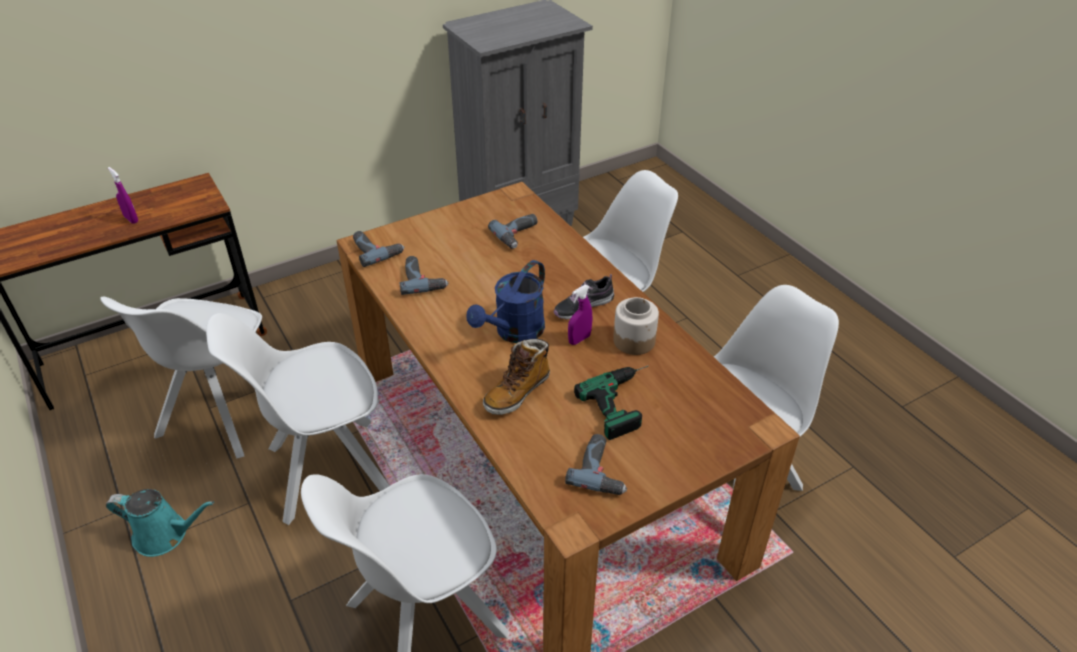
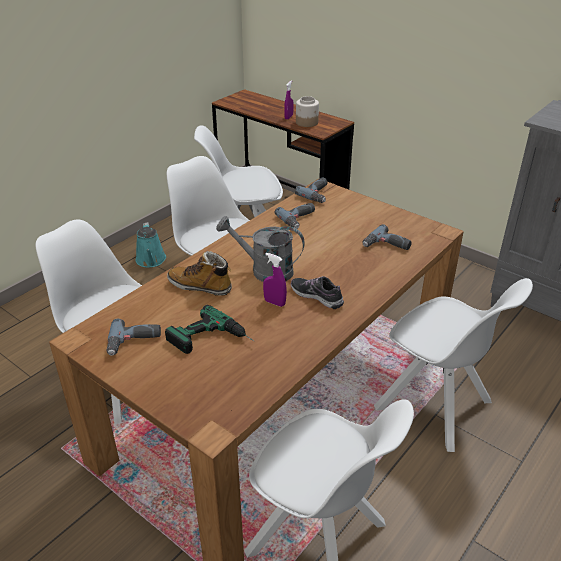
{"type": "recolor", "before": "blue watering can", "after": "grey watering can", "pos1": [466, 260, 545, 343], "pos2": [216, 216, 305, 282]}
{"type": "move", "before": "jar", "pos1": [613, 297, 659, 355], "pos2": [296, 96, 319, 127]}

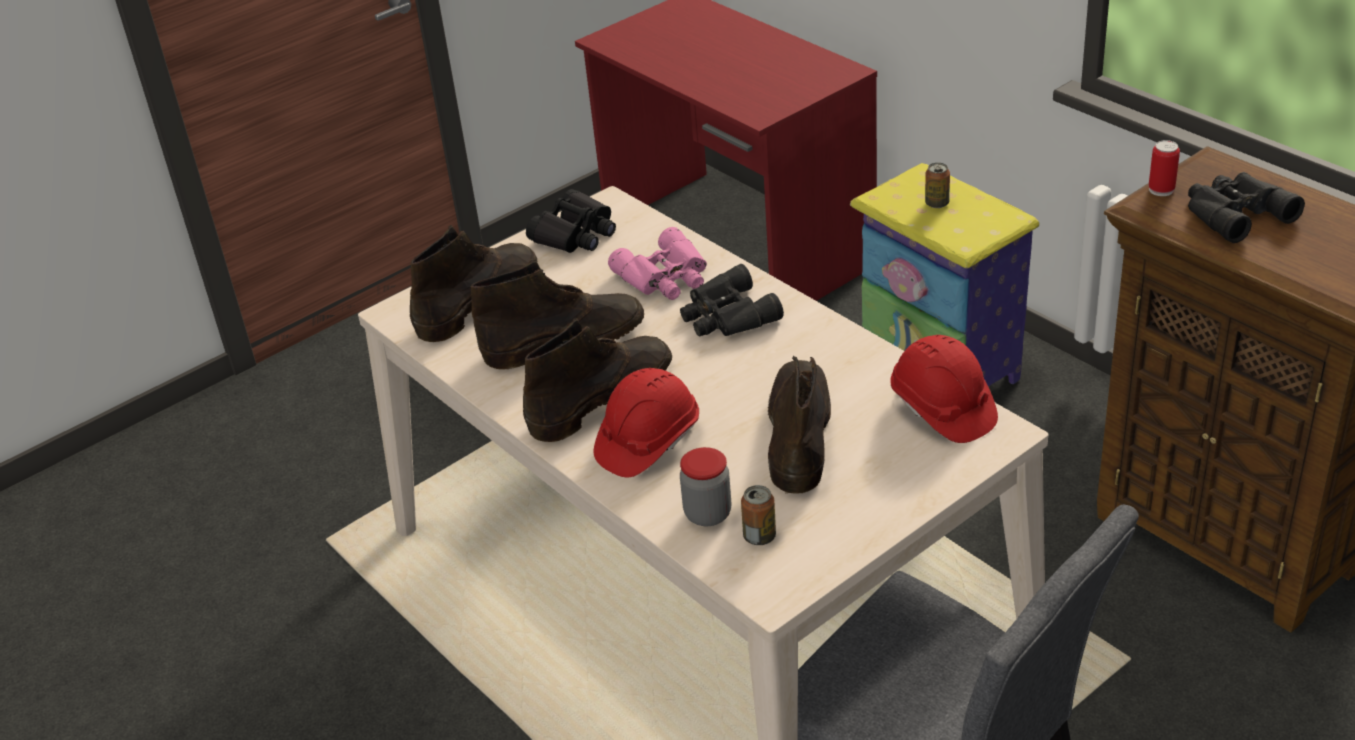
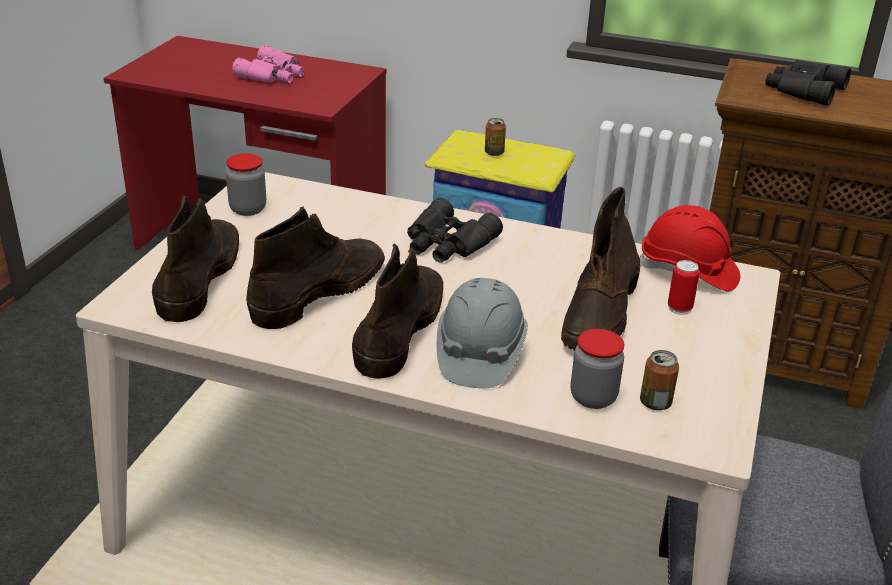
{"type": "replace", "before": "black binoculars", "after": "jar", "pos1": [526, 189, 616, 253], "pos2": [226, 153, 266, 216]}
{"type": "move", "before": "pink binoculars", "pos1": [608, 227, 707, 300], "pos2": [232, 45, 304, 83]}
{"type": "recolor", "before": "red hard hat", "after": "grey hard hat", "pos1": [594, 368, 699, 477], "pos2": [437, 278, 528, 388]}
{"type": "rotate", "before": "brown boot", "pos1": [768, 356, 831, 494], "pos2": [561, 187, 641, 351], "turn": -135}
{"type": "move", "before": "can", "pos1": [1149, 140, 1180, 196], "pos2": [668, 260, 700, 315]}

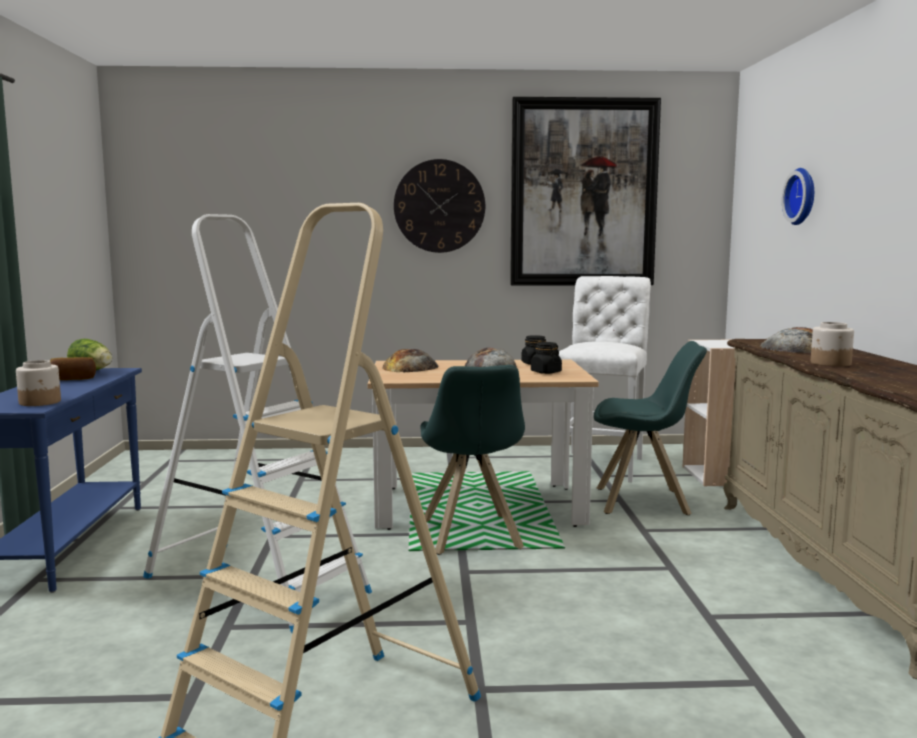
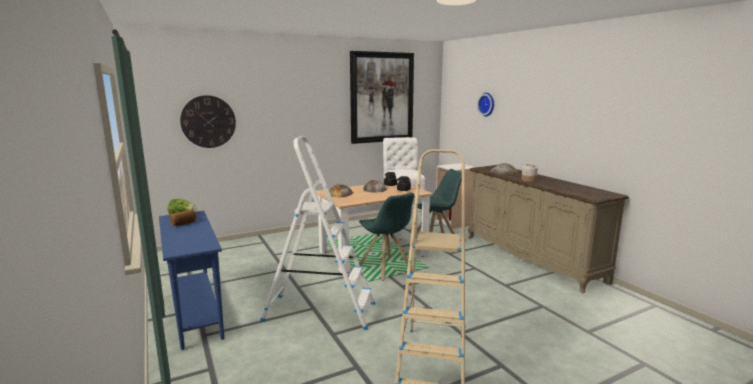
{"type": "move", "before": "wall clock", "pos1": [394, 159, 485, 253], "pos2": [180, 95, 236, 148]}
{"type": "delete", "before": "jar", "pos1": [16, 360, 61, 406]}

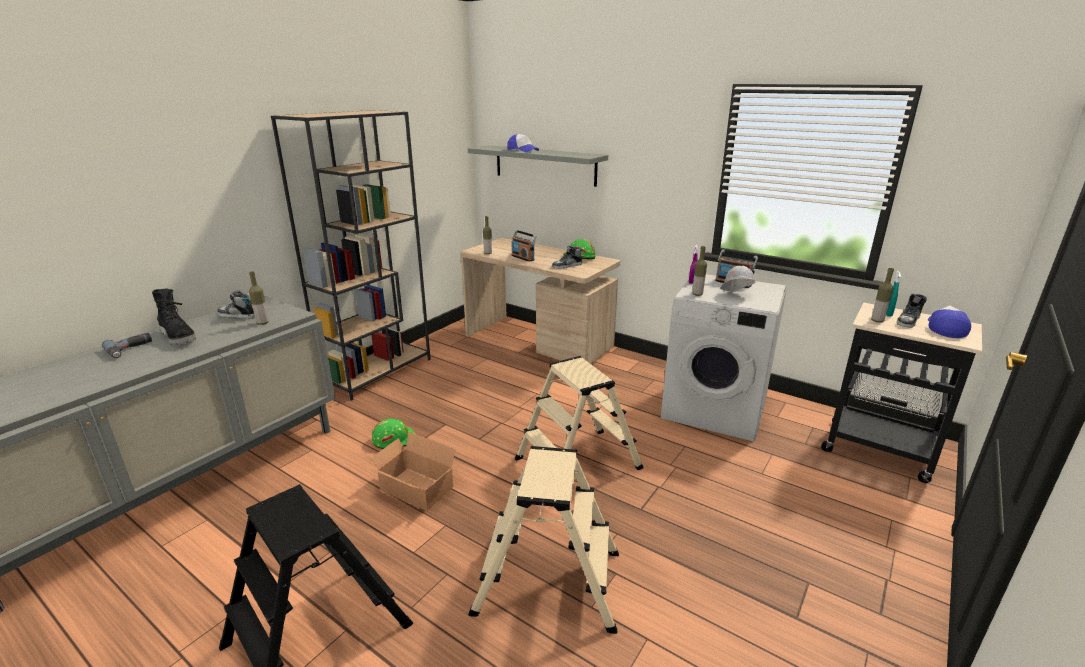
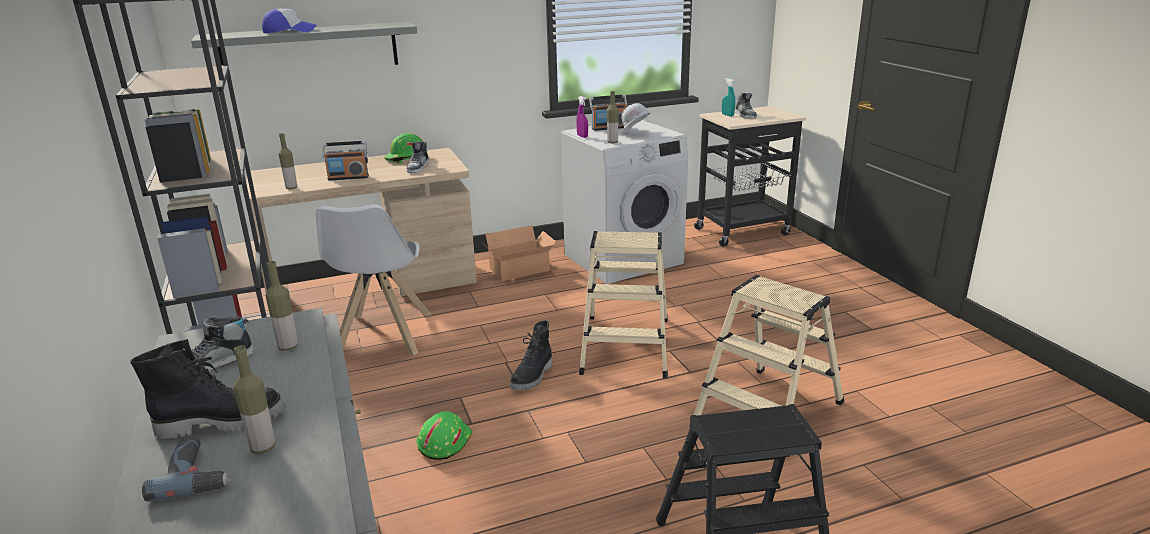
{"type": "move", "before": "bottle", "pos1": [871, 268, 894, 323], "pos2": [234, 345, 275, 454]}
{"type": "insert", "after": "chair", "pos2": [316, 204, 432, 355]}
{"type": "move", "before": "cardboard box", "pos1": [367, 432, 459, 511], "pos2": [482, 225, 556, 281]}
{"type": "insert", "after": "black boot", "pos2": [510, 320, 552, 391]}
{"type": "delete", "before": "cap", "pos1": [928, 305, 971, 338]}

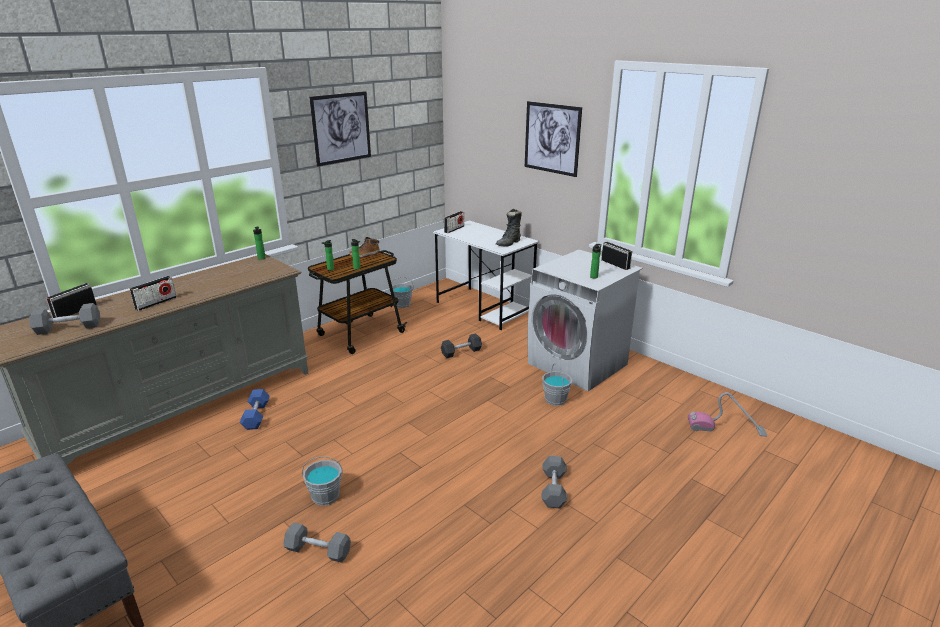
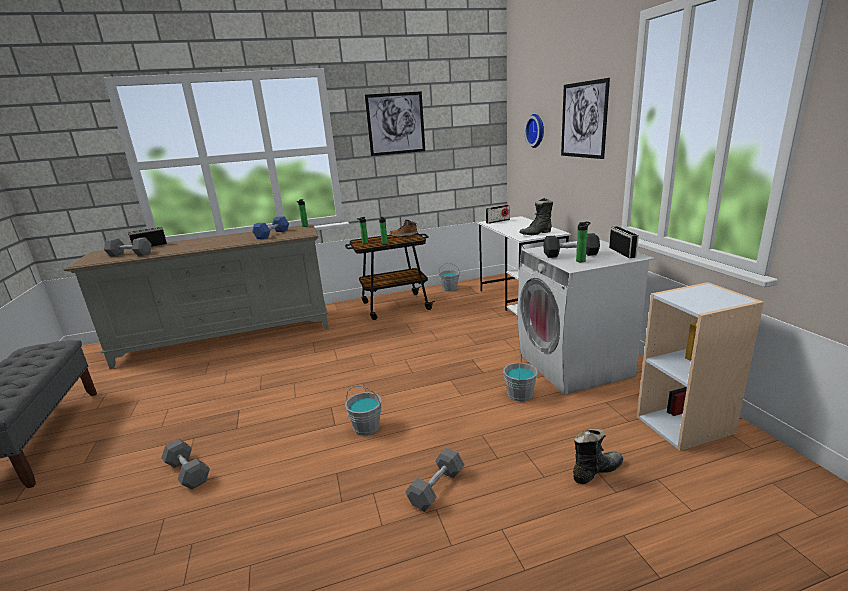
{"type": "move", "before": "blue dumbbell", "pos1": [240, 389, 270, 430], "pos2": [252, 216, 289, 239]}
{"type": "move", "before": "grey bucket", "pos1": [302, 457, 343, 506], "pos2": [345, 386, 382, 436]}
{"type": "insert", "after": "wall clock", "pos2": [524, 114, 544, 148]}
{"type": "move", "before": "grey dumbbell", "pos1": [441, 333, 482, 358], "pos2": [543, 233, 600, 258]}
{"type": "insert", "after": "black boot", "pos2": [573, 429, 623, 484]}
{"type": "insert", "after": "bookcase", "pos2": [637, 282, 764, 451]}
{"type": "delete", "before": "radio", "pos1": [130, 276, 177, 311]}
{"type": "delete", "before": "vacuum cleaner", "pos1": [688, 392, 767, 437]}

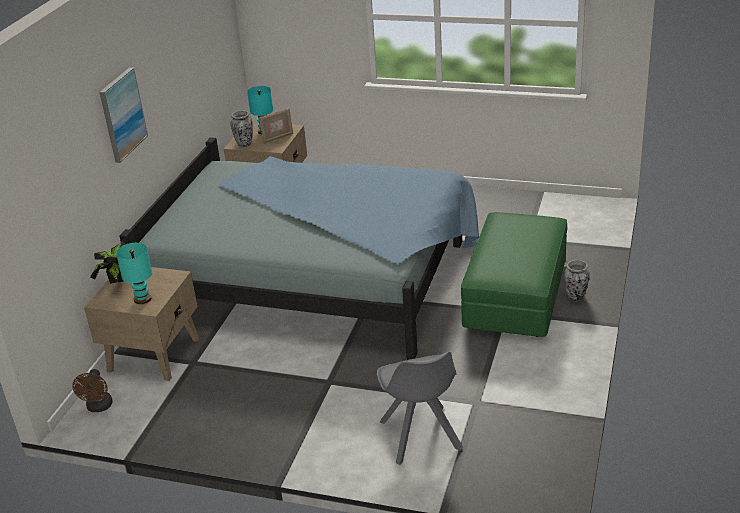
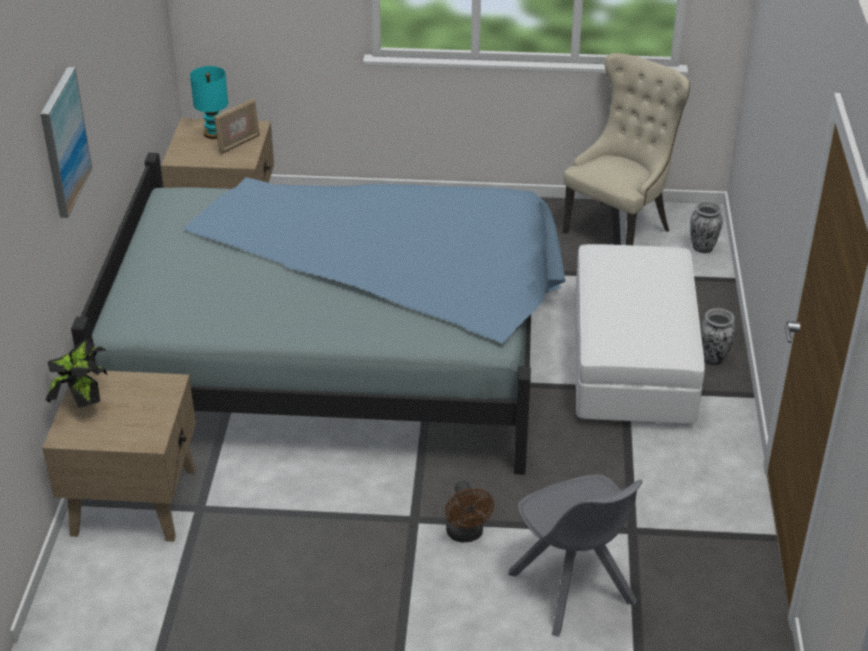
{"type": "move", "before": "brown fan", "pos1": [72, 369, 113, 412], "pos2": [445, 481, 494, 543]}
{"type": "insert", "after": "beige chair", "pos2": [563, 53, 690, 245]}
{"type": "recolor", "before": "green ottoman", "after": "white ottoman", "pos1": [461, 212, 567, 337], "pos2": [575, 244, 705, 424]}
{"type": "move", "before": "vase", "pos1": [230, 110, 253, 147], "pos2": [690, 201, 723, 253]}
{"type": "delete", "before": "turquoise table lamp", "pos1": [116, 243, 152, 304]}

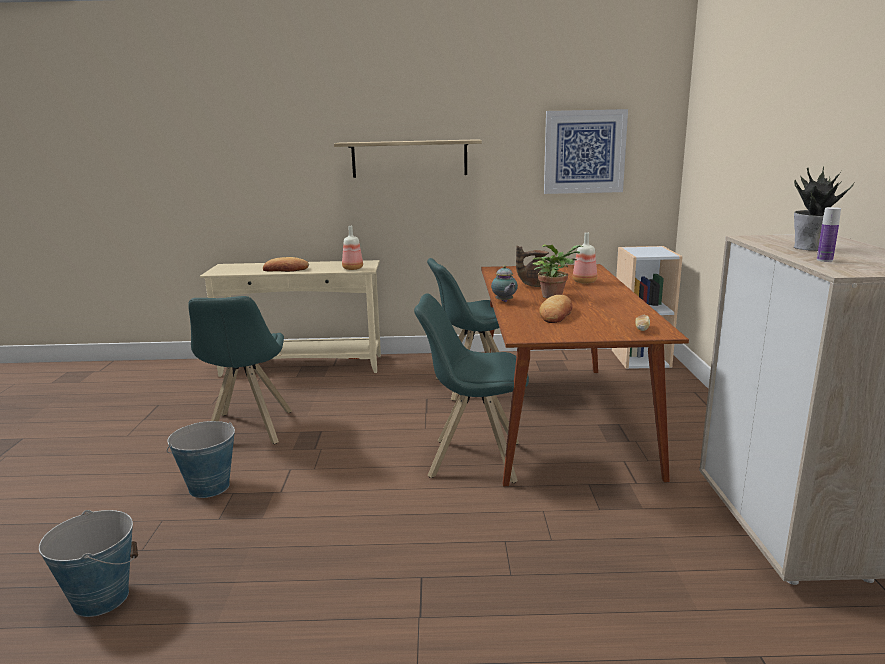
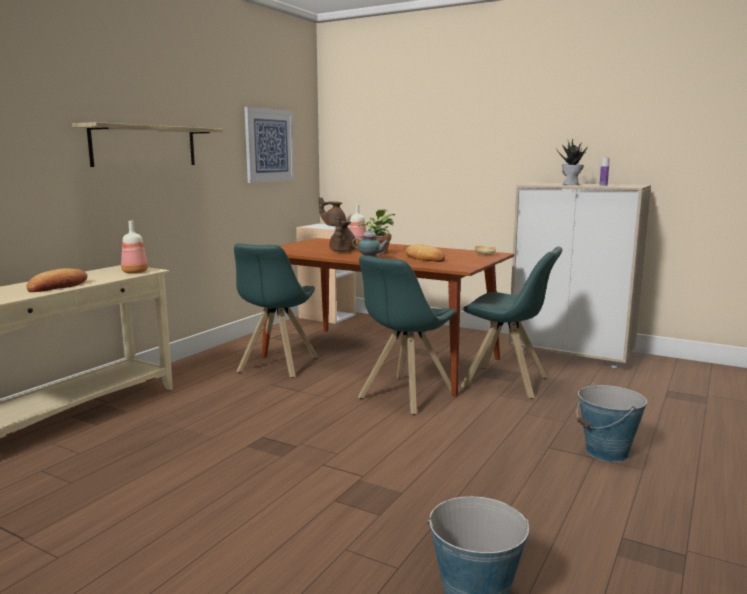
{"type": "insert", "after": "brown teapot", "pos2": [319, 197, 346, 226]}
{"type": "move", "before": "turquoise chair", "pos1": [188, 296, 292, 444], "pos2": [461, 246, 562, 399]}
{"type": "move", "before": "bucket", "pos1": [167, 421, 235, 498], "pos2": [577, 383, 647, 462]}

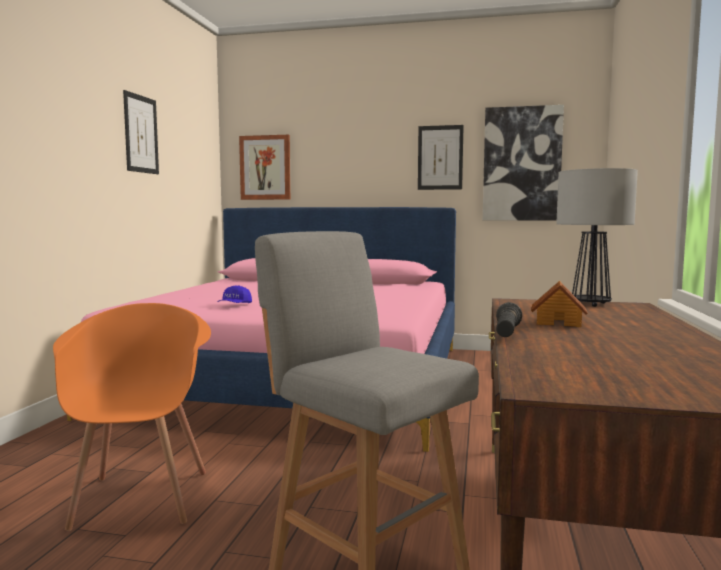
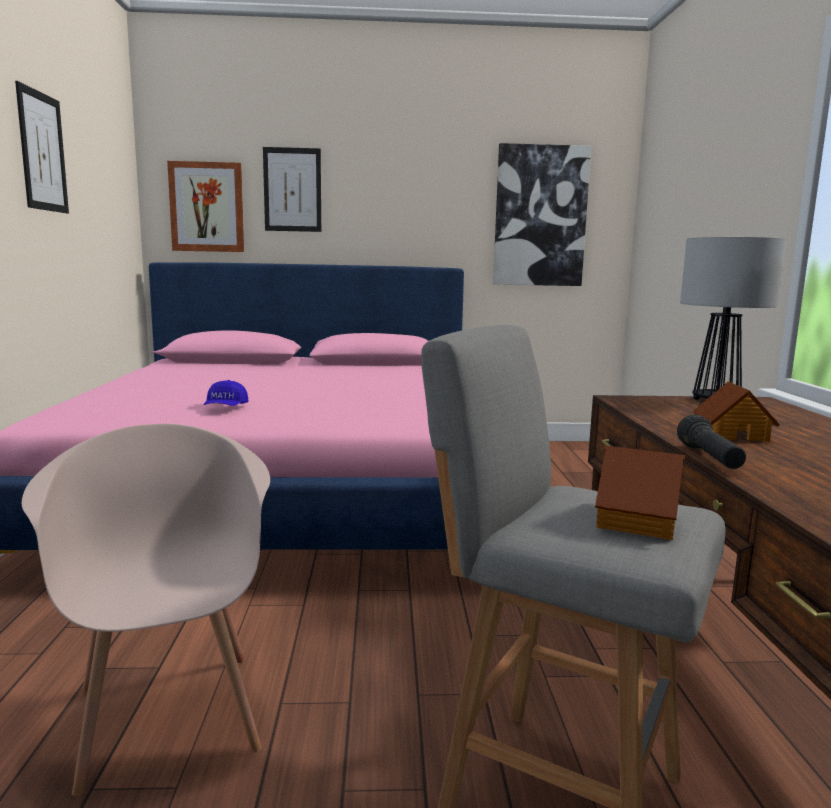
{"type": "recolor", "before": "orange chair", "after": "beige chair", "pos1": [53, 303, 211, 531], "pos2": [22, 424, 270, 796]}
{"type": "move", "before": "picture", "pos1": [418, 125, 464, 190], "pos2": [263, 147, 321, 232]}
{"type": "insert", "after": "toy house", "pos2": [595, 445, 685, 540]}

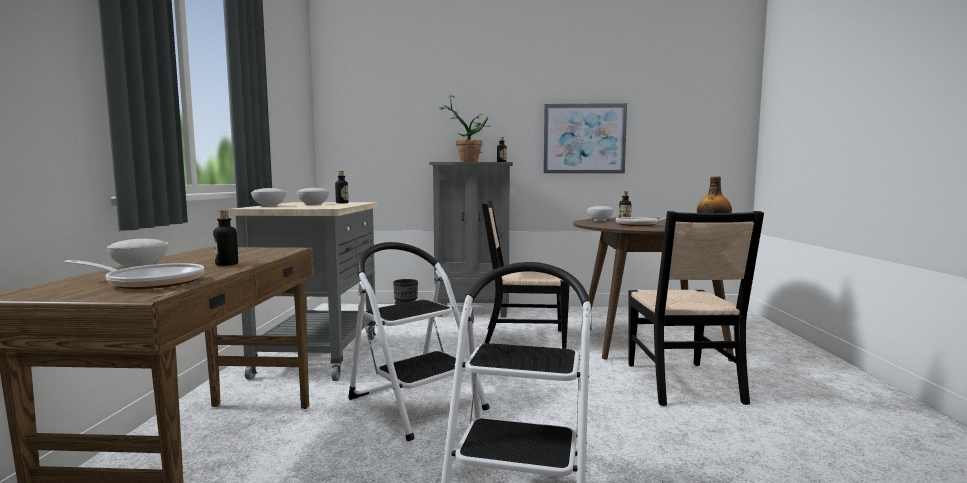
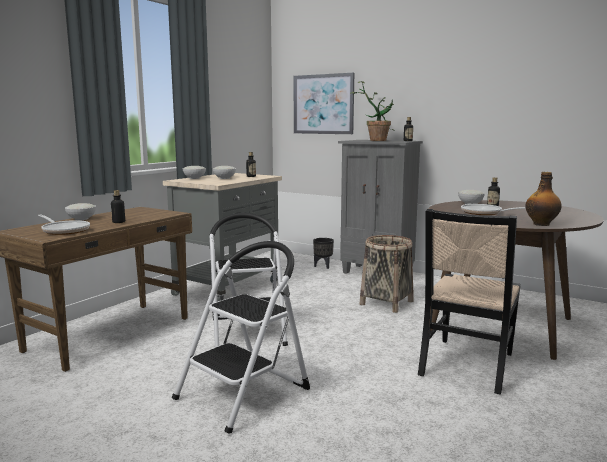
{"type": "move", "before": "picture", "pos1": [543, 103, 627, 174], "pos2": [294, 73, 354, 134]}
{"type": "replace", "before": "chair", "after": "basket", "pos1": [482, 200, 569, 349], "pos2": [360, 235, 413, 313]}

